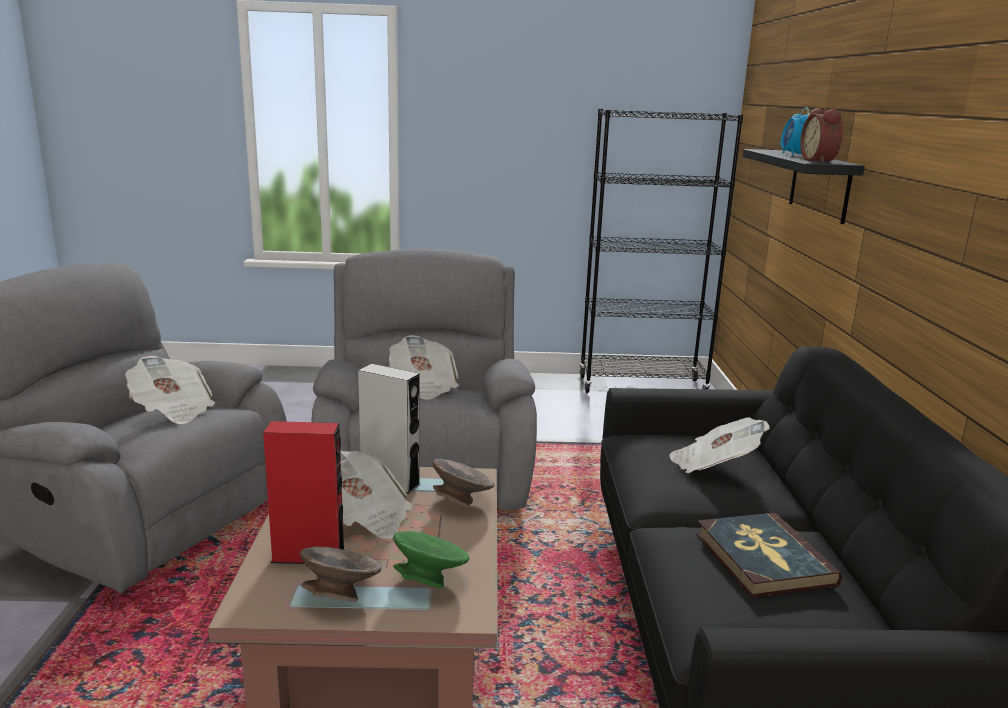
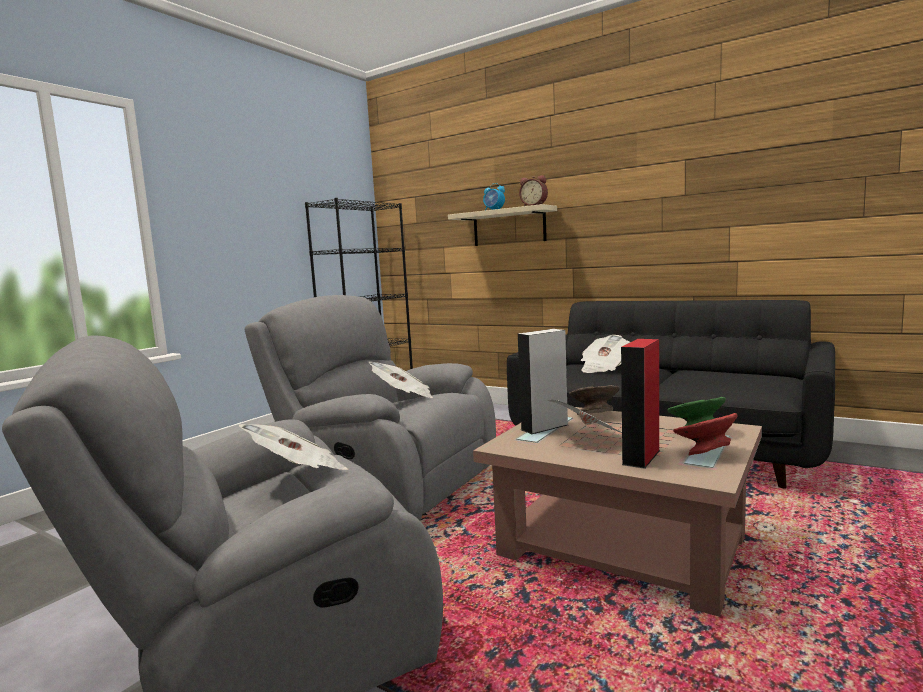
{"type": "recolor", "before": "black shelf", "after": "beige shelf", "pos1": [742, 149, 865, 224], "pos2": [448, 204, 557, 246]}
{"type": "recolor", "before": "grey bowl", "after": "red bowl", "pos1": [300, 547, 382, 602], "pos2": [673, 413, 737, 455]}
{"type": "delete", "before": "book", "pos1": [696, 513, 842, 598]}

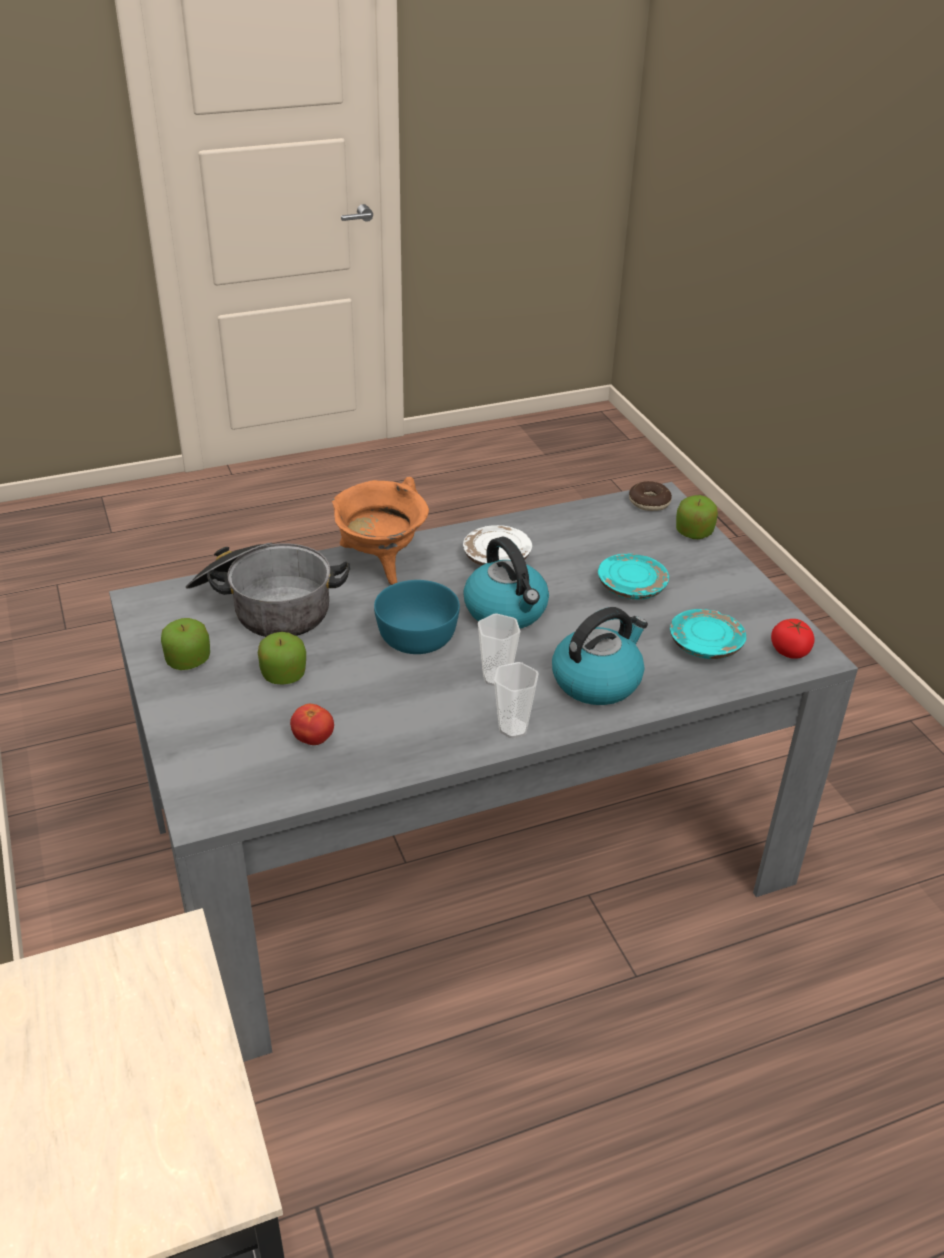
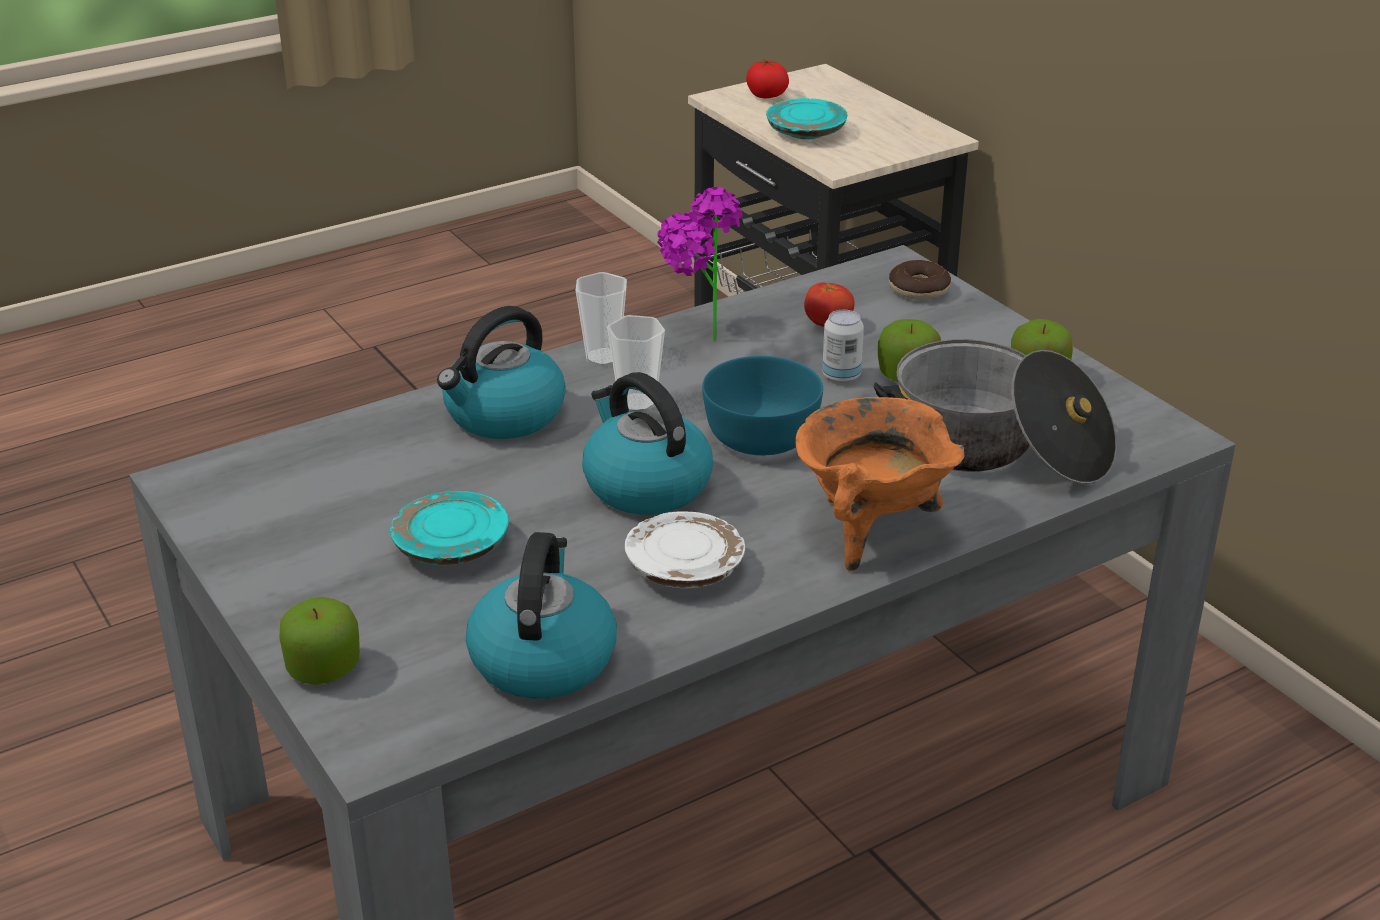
{"type": "insert", "after": "kettle", "pos2": [466, 532, 617, 699]}
{"type": "insert", "after": "potted plant", "pos2": [657, 187, 742, 342]}
{"type": "move", "before": "tomato", "pos1": [771, 619, 815, 659], "pos2": [746, 60, 789, 98]}
{"type": "move", "before": "turquoise plate", "pos1": [670, 609, 746, 659], "pos2": [766, 98, 848, 139]}
{"type": "insert", "after": "can", "pos2": [822, 310, 864, 383]}
{"type": "move", "before": "donut", "pos1": [629, 481, 672, 511], "pos2": [889, 260, 951, 300]}

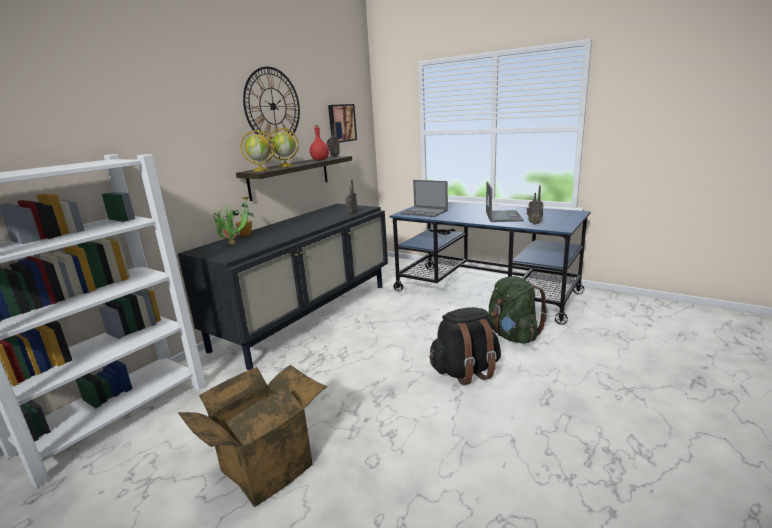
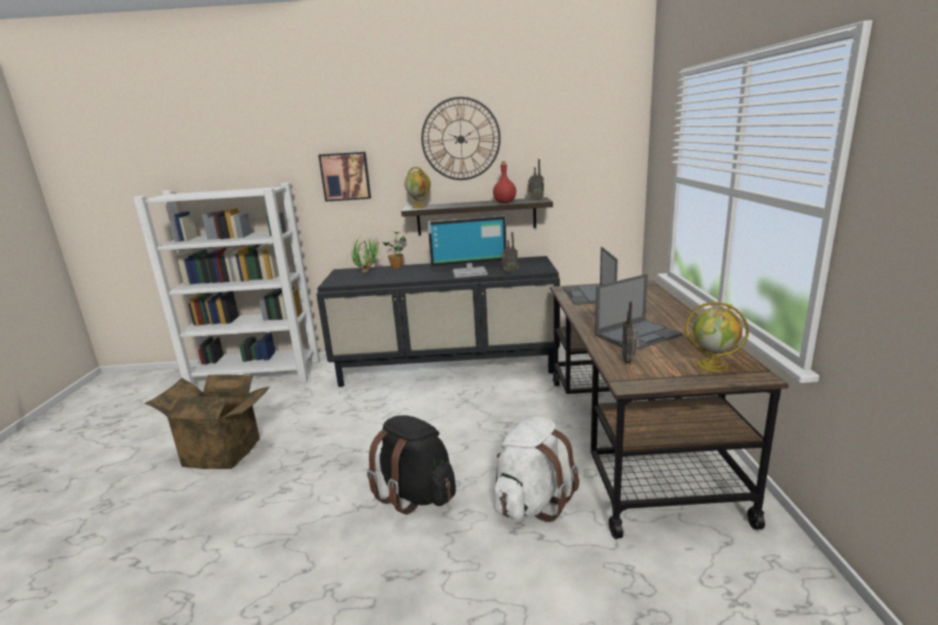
{"type": "move", "before": "picture", "pos1": [328, 104, 357, 143], "pos2": [318, 152, 371, 202]}
{"type": "insert", "after": "monitor", "pos2": [427, 216, 507, 278]}
{"type": "recolor", "before": "green backpack", "after": "white backpack", "pos1": [488, 276, 548, 344], "pos2": [494, 417, 579, 522]}
{"type": "recolor", "before": "blue desk", "after": "brown desk", "pos1": [389, 202, 591, 325], "pos2": [550, 280, 789, 539]}
{"type": "move", "before": "globe", "pos1": [268, 128, 299, 167], "pos2": [685, 302, 749, 372]}

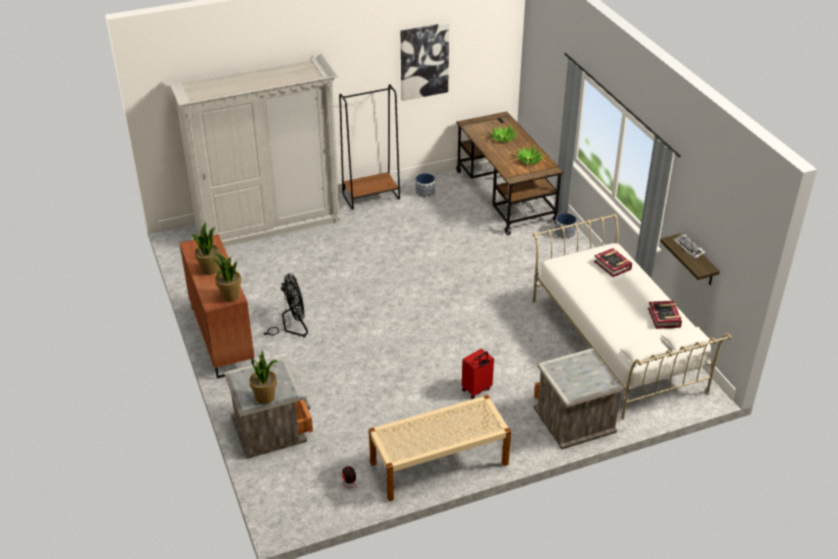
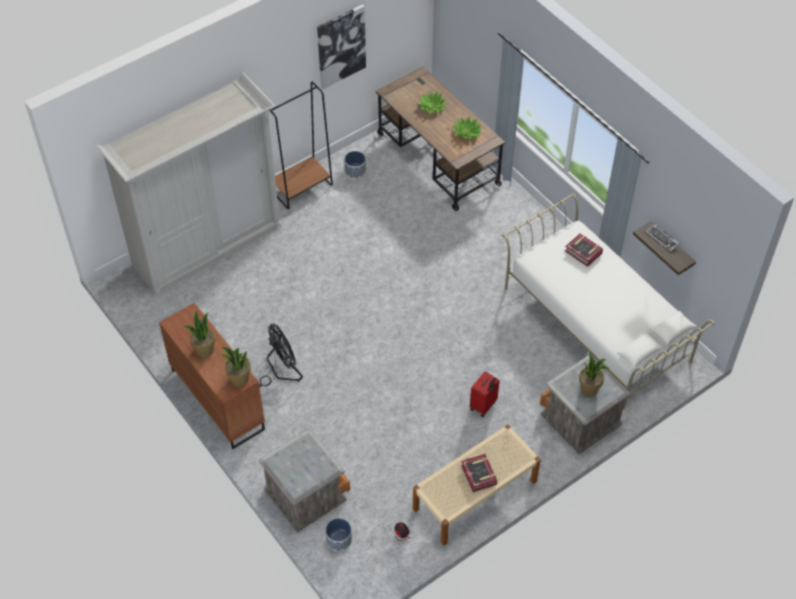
{"type": "move", "before": "planter", "pos1": [555, 213, 577, 240], "pos2": [326, 518, 352, 551]}
{"type": "move", "before": "book", "pos1": [648, 301, 682, 329], "pos2": [461, 454, 497, 492]}
{"type": "move", "before": "potted plant", "pos1": [249, 350, 278, 404], "pos2": [579, 352, 609, 397]}

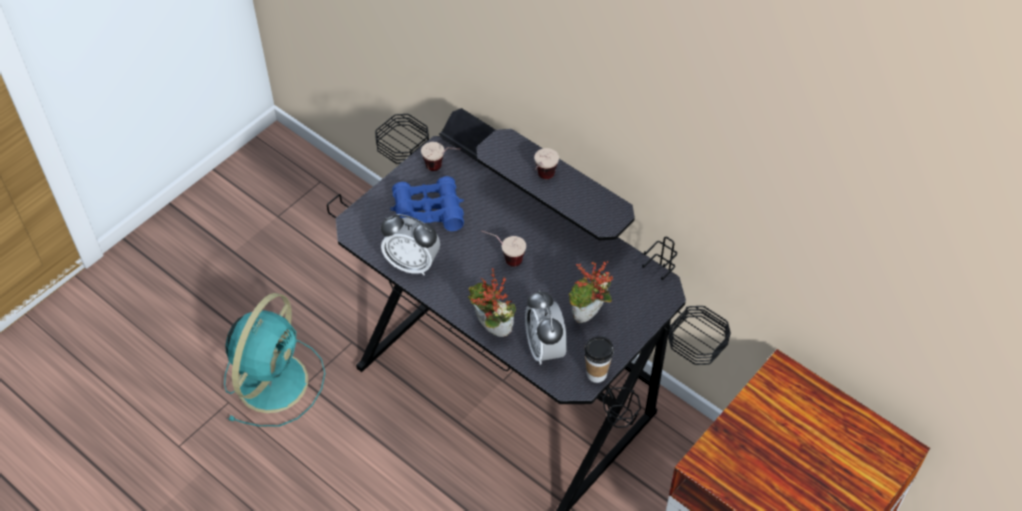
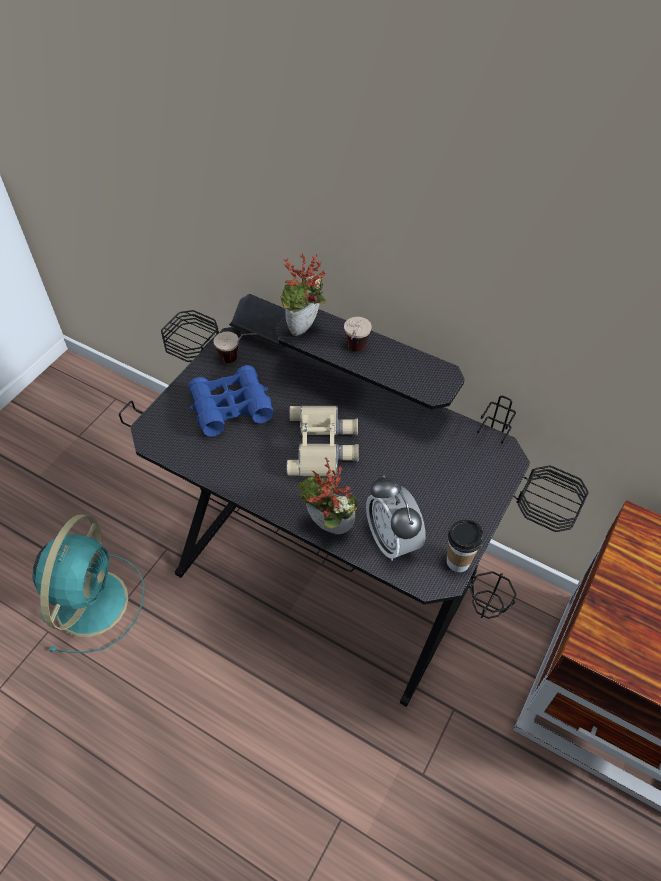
{"type": "move", "before": "potted plant", "pos1": [569, 261, 613, 323], "pos2": [280, 254, 327, 336]}
{"type": "replace", "before": "cup", "after": "beige binoculars", "pos1": [481, 230, 526, 267], "pos2": [286, 405, 359, 476]}
{"type": "delete", "before": "alarm clock", "pos1": [381, 214, 440, 275]}

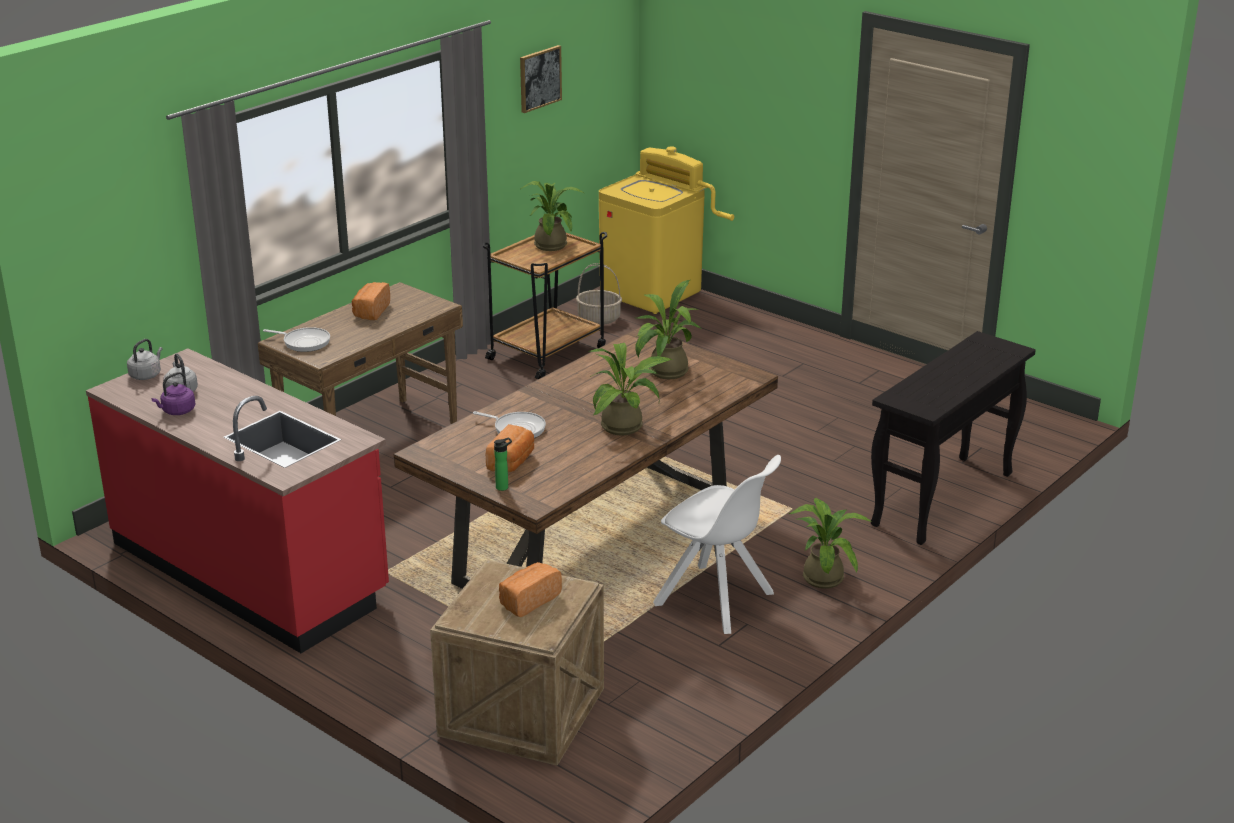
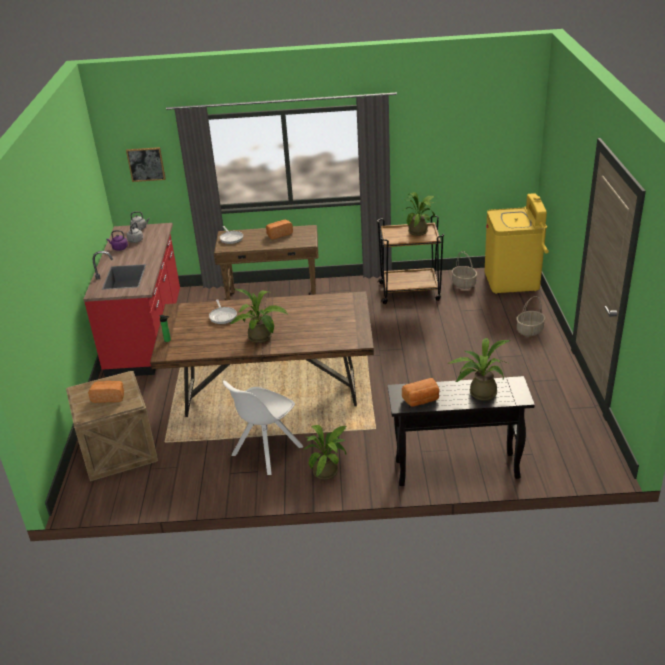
{"type": "move", "before": "picture", "pos1": [520, 45, 562, 113], "pos2": [126, 147, 166, 182]}
{"type": "rotate", "before": "white chair", "pos1": [653, 455, 781, 634], "pos2": [223, 381, 303, 475], "turn": 45}
{"type": "move", "before": "bread", "pos1": [486, 424, 534, 472], "pos2": [402, 378, 440, 406]}
{"type": "move", "before": "potted plant", "pos1": [635, 280, 702, 379], "pos2": [450, 338, 510, 401]}
{"type": "insert", "after": "basket", "pos2": [516, 296, 545, 336]}

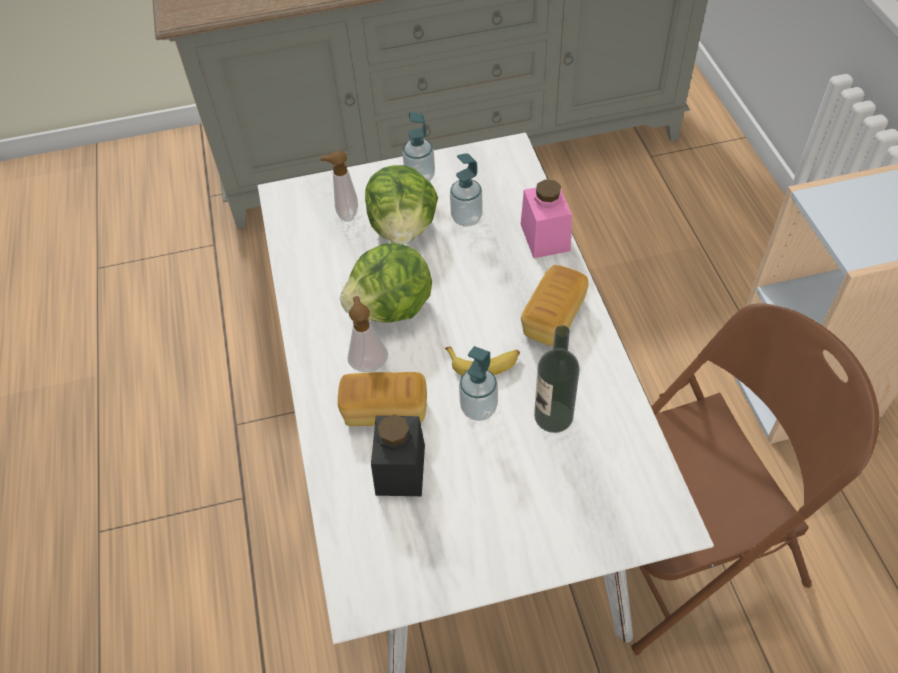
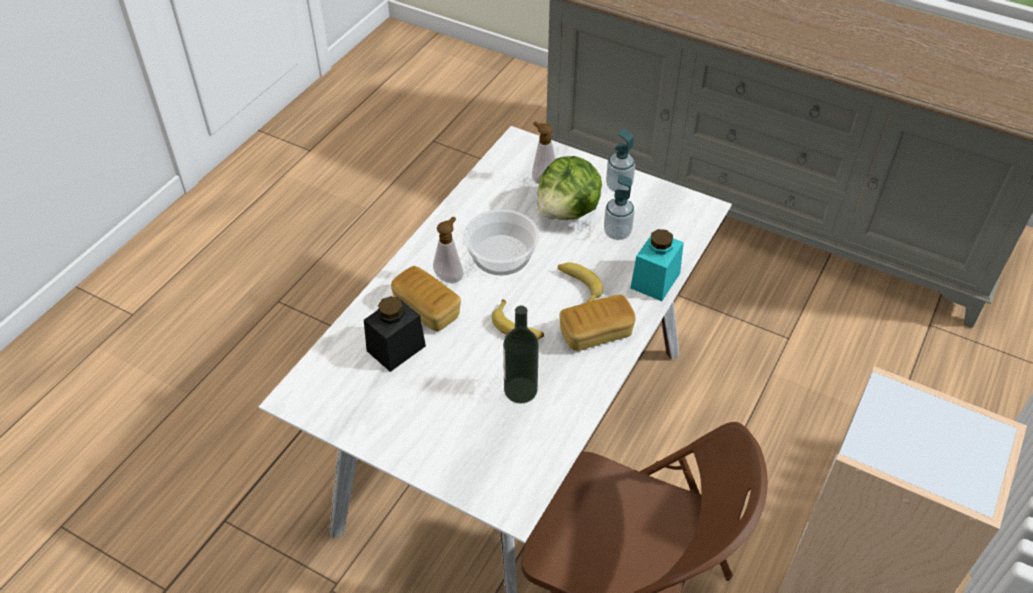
{"type": "replace", "before": "lettuce", "after": "bowl", "pos1": [340, 243, 432, 323], "pos2": [463, 209, 539, 275]}
{"type": "insert", "after": "banana", "pos2": [558, 262, 603, 302]}
{"type": "recolor", "before": "pink jar", "after": "turquoise jar", "pos1": [521, 180, 572, 258], "pos2": [630, 229, 684, 301]}
{"type": "delete", "before": "soap dispenser", "pos1": [459, 346, 498, 421]}

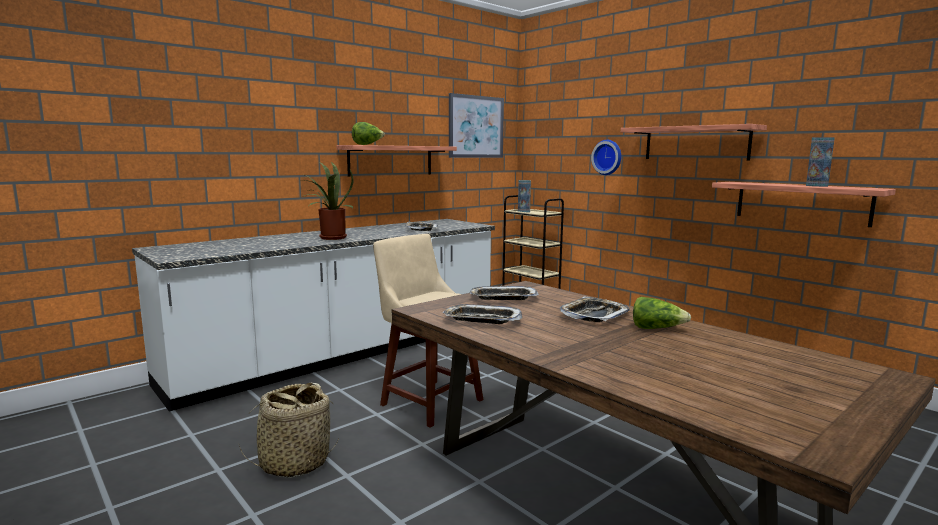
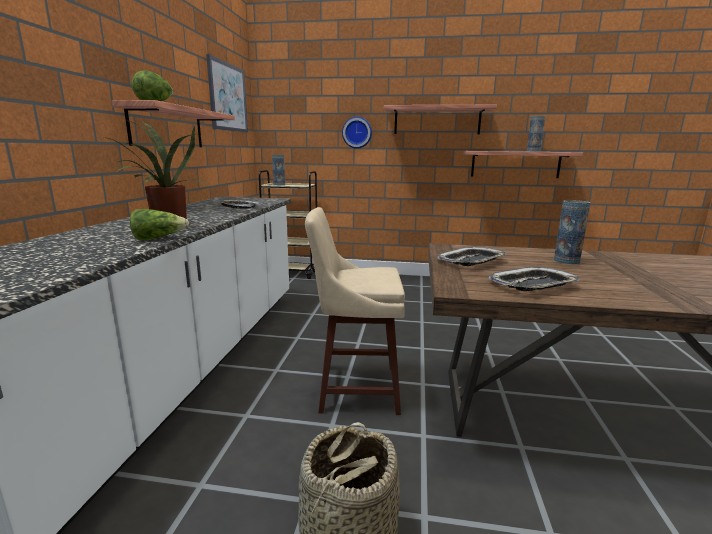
{"type": "move", "before": "lettuce", "pos1": [633, 297, 691, 329], "pos2": [130, 209, 189, 240]}
{"type": "replace", "before": "tray", "after": "vase", "pos1": [560, 297, 630, 322], "pos2": [554, 200, 591, 264]}

